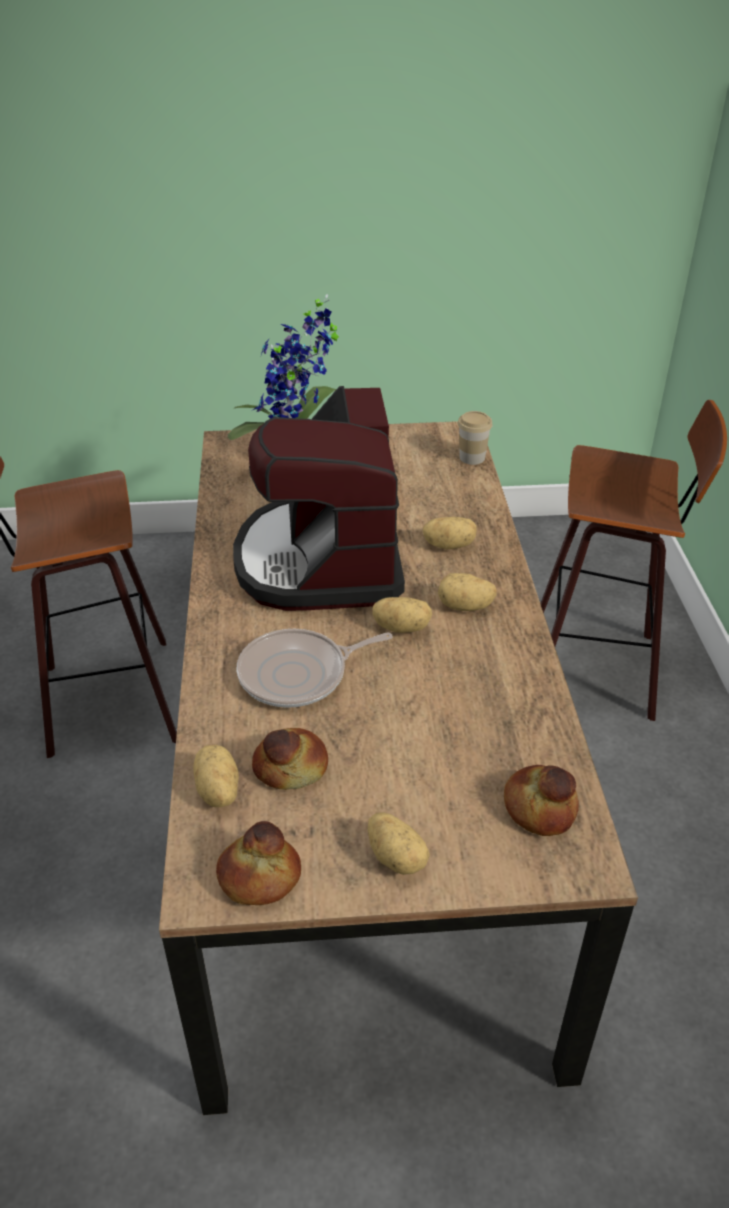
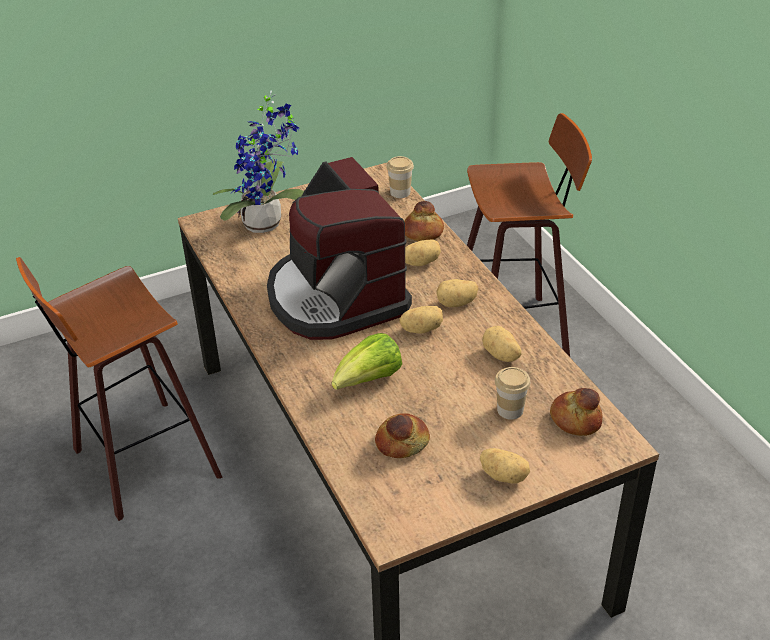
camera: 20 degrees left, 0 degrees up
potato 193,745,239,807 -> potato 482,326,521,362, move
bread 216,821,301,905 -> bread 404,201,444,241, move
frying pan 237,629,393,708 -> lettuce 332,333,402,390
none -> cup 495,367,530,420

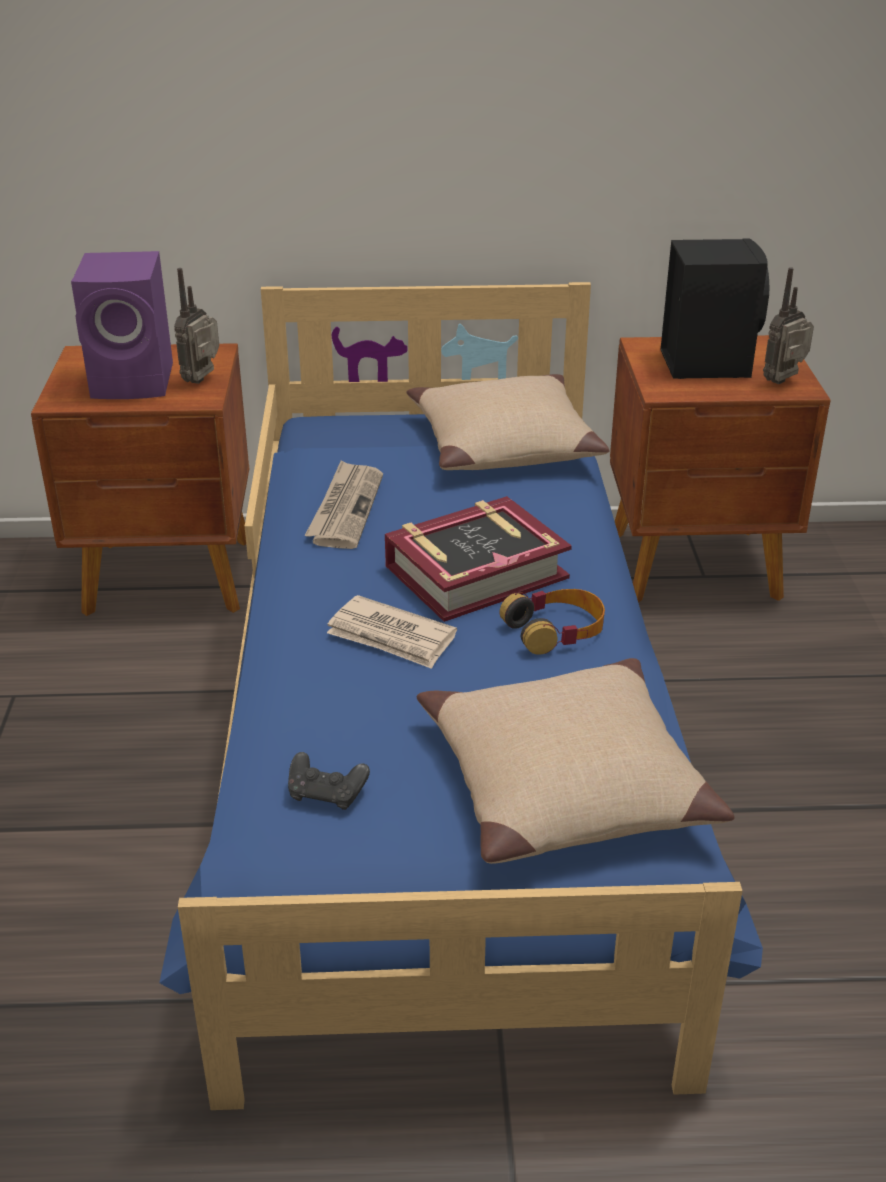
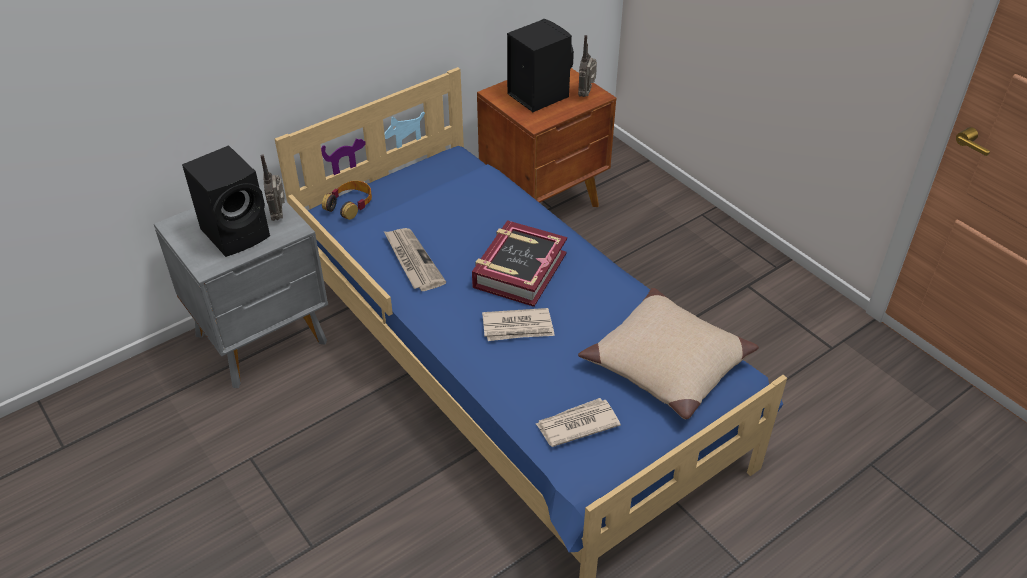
camera: 35 degrees left, 10 degrees up
brown nightstand 31,343,249,616 -> grey nightstand 154,179,328,388
purple speaker 71,251,173,399 -> black speaker 182,145,270,257
black game controller 288,752,370,810 -> newspaper 536,398,621,447
beige pillow 407,374,609,470 -> none
headphones 499,589,605,655 -> headphones 322,181,372,220, move

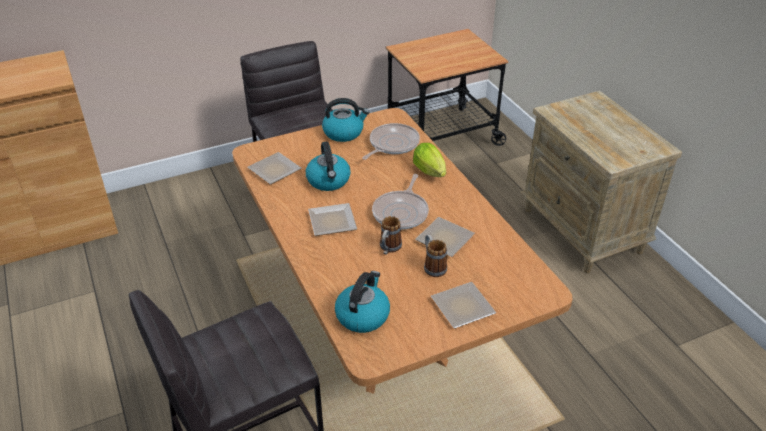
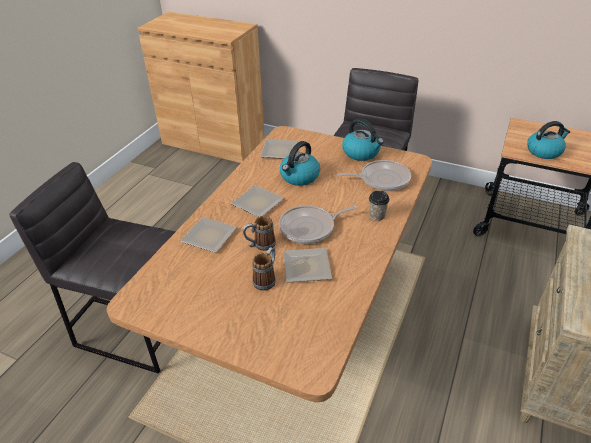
camera: 50 degrees right, 0 degrees up
kettle 335,271,390,333 -> kettle 527,121,570,159, move
lettuce 413,143,446,177 -> cup 369,191,389,221
plate 431,282,496,328 -> plate 180,217,237,253, move

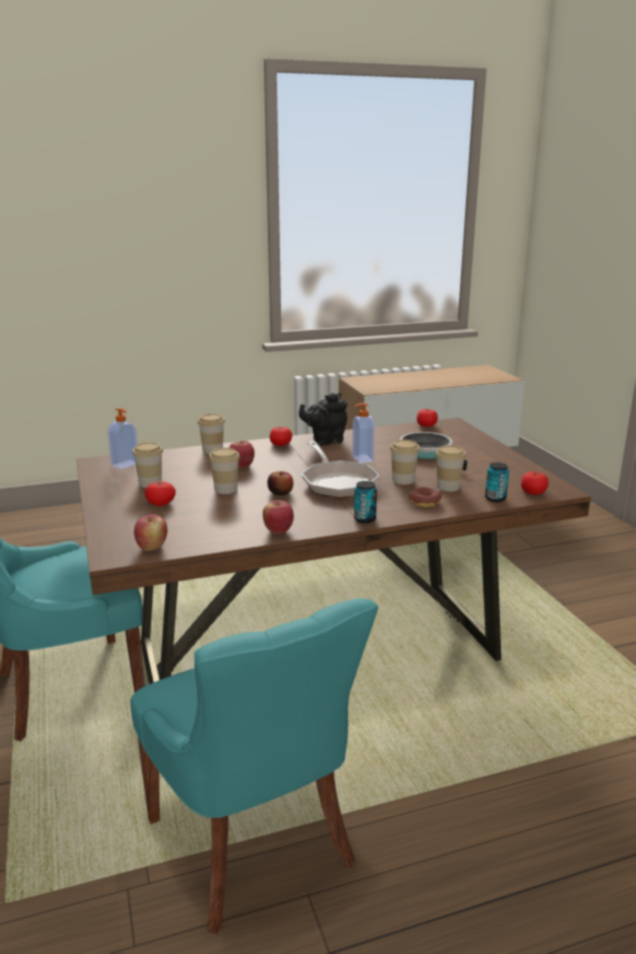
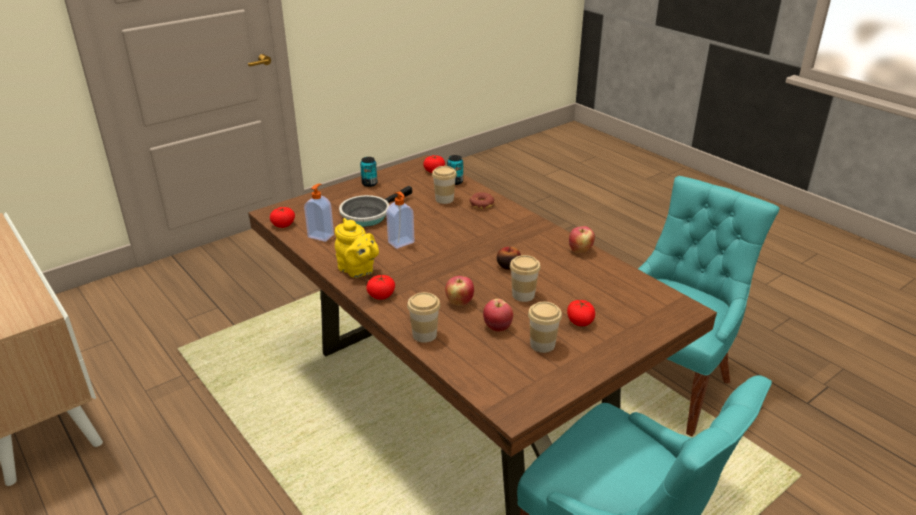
camera: 110 degrees left, 10 degrees up
soap dispenser 108,408,138,469 -> soap dispenser 304,184,334,242, move
apple 134,515,167,551 -> apple 483,299,513,332, move
black teapot 299,393,347,445 -> yellow teapot 335,218,379,278
frying pan 301,441,379,498 -> none
can 354,481,377,523 -> can 360,157,377,187, move
cup 390,440,420,485 -> none

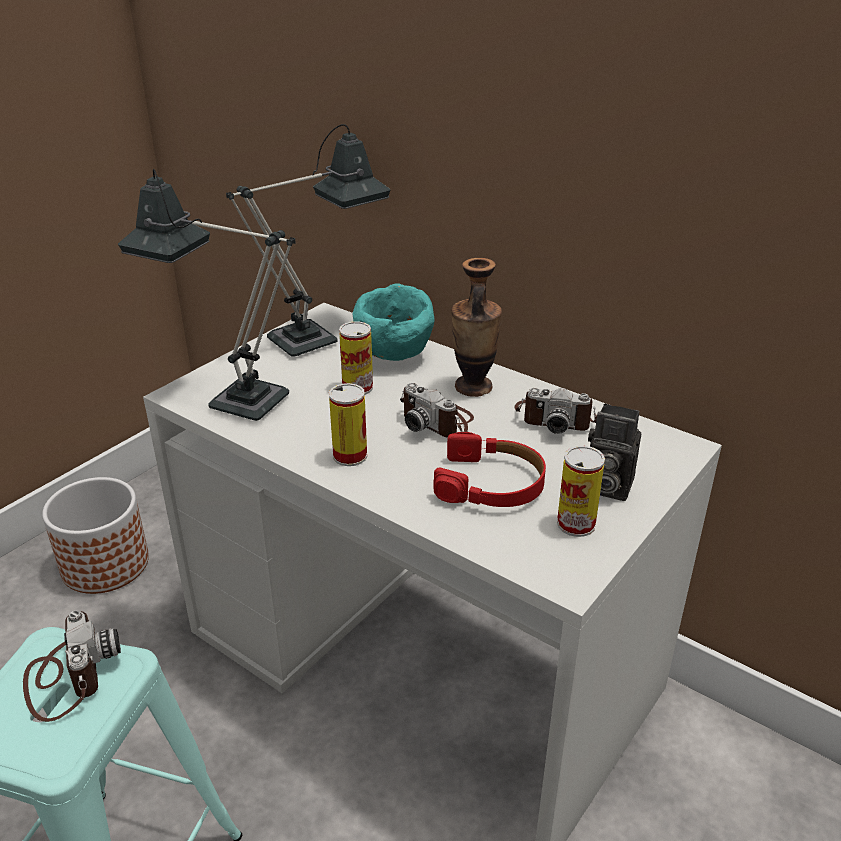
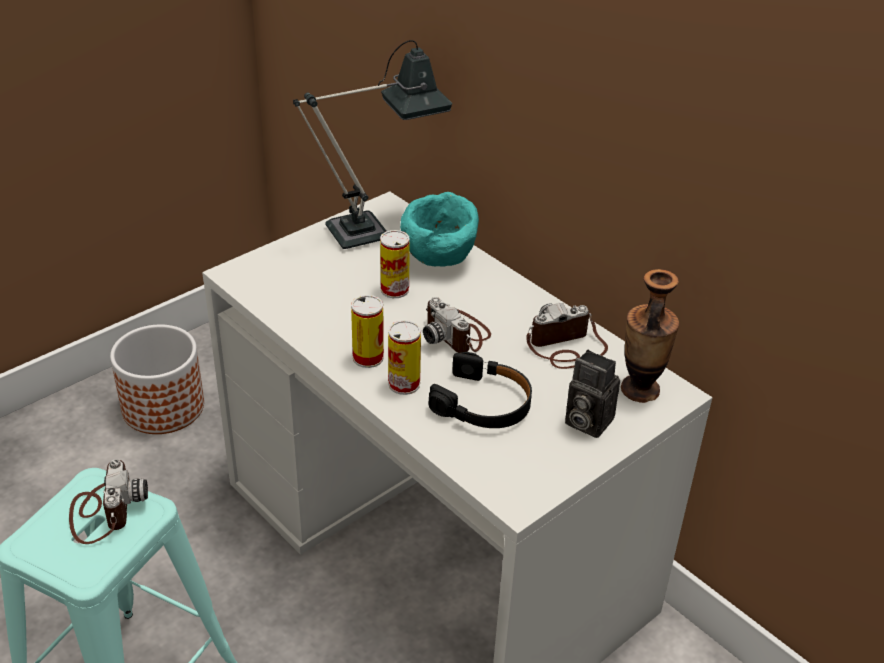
camera: 10 degrees right, 5 degrees up
table lamp 118,169,296,421 -> none
red headphones 433,432,546,507 -> black headphones 429,352,532,428
vase 451,258,502,397 -> vase 621,269,679,403, move
photo camera 515,388,597,434 -> photo camera 526,303,608,369, 135 degrees clockwise
can 557,446,605,537 -> can 388,320,421,395, move

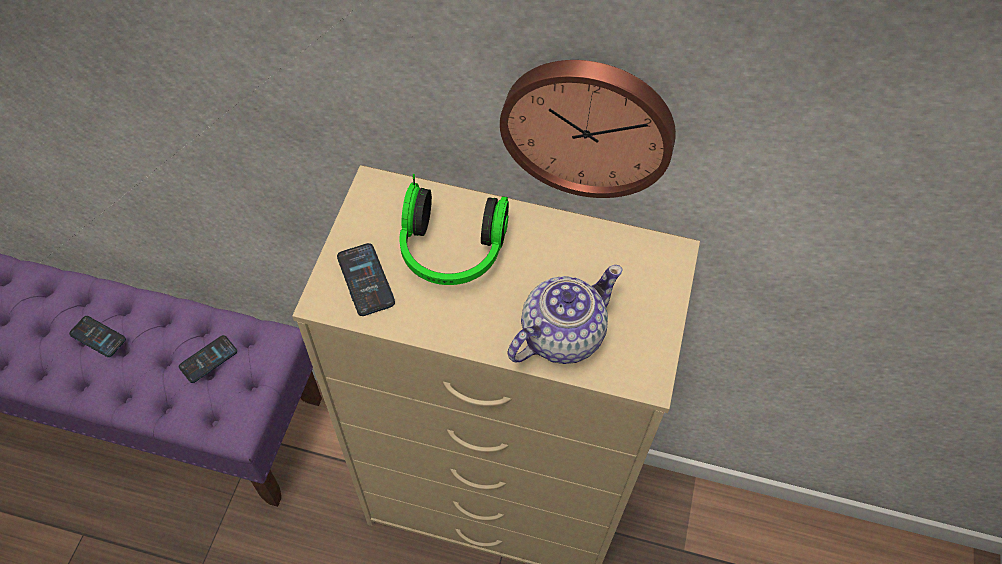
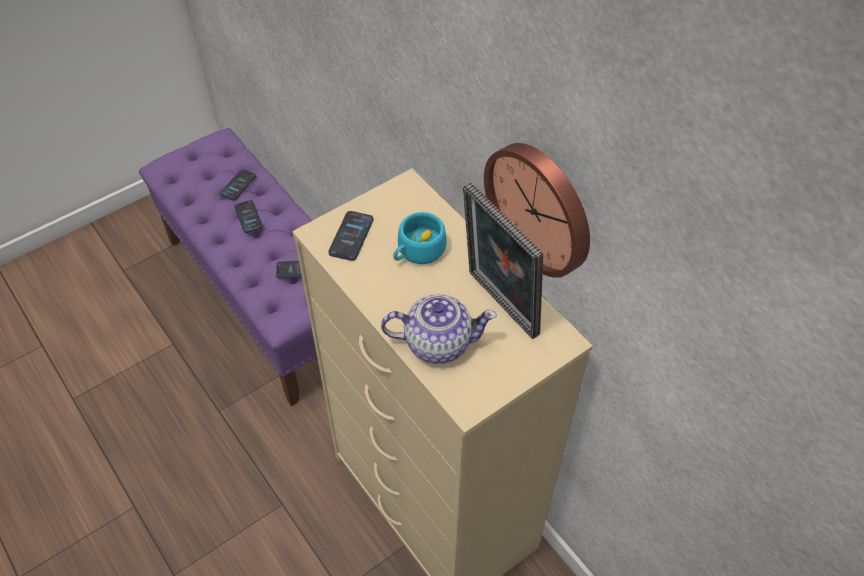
camera: 40 degrees right, 5 degrees down
headphones 400,174,509,285 -> turquoise cup 393,212,447,264
none -> phone 220,169,256,200
none -> picture frame 463,182,543,339

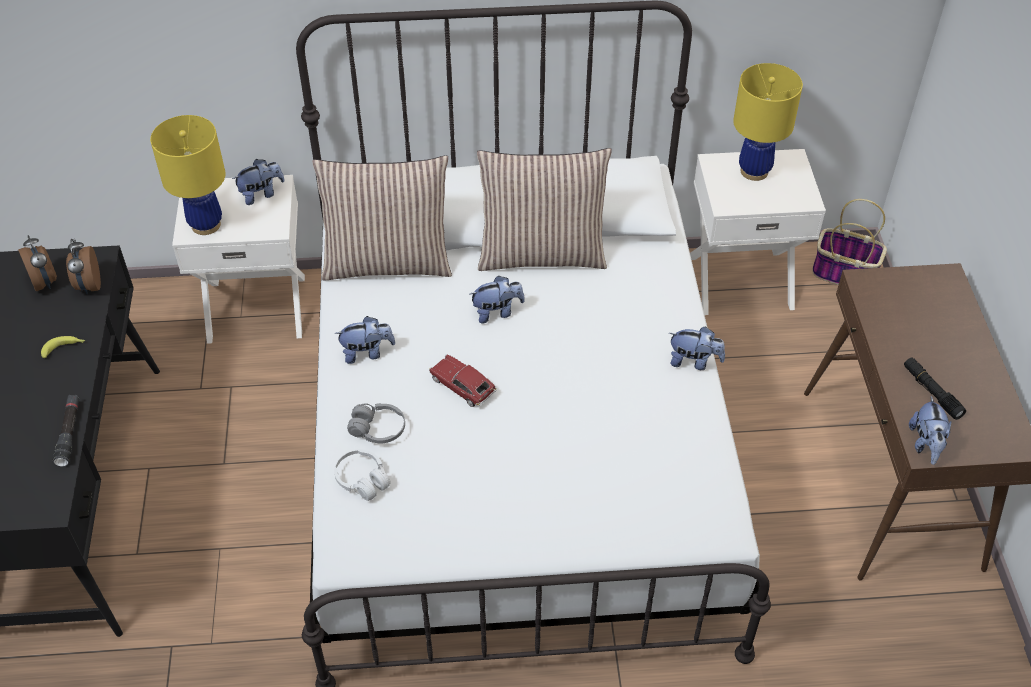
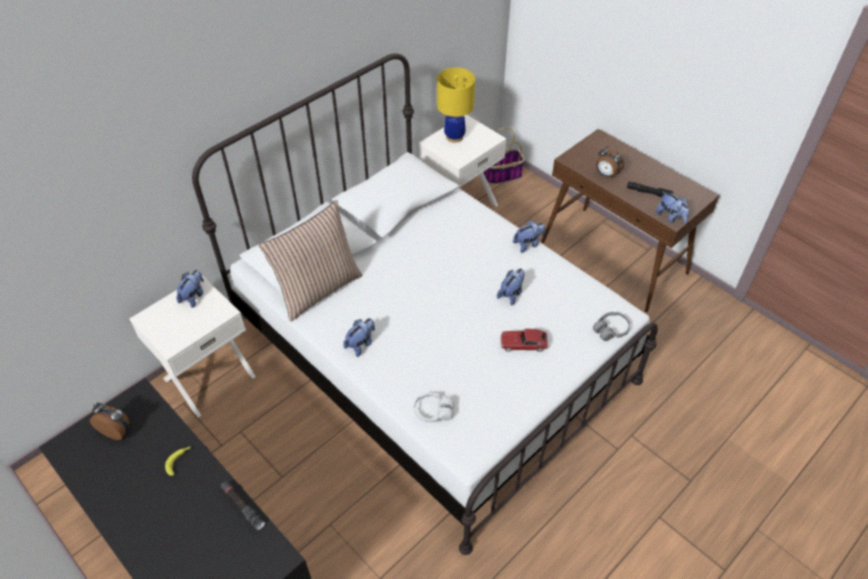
camera: 40 degrees left, 0 degrees up
alarm clock 66,239,101,294 -> alarm clock 596,146,624,179, move
yellow table lamp 150,115,226,235 -> none
grey headphones 347,403,405,443 -> grey headphones 593,312,630,341, move
toy car 429,354,497,407 -> toy car 500,329,548,352, move
plush toy 470,276,525,323 -> plush toy 497,268,525,306, move
pillow 477,148,612,271 -> none

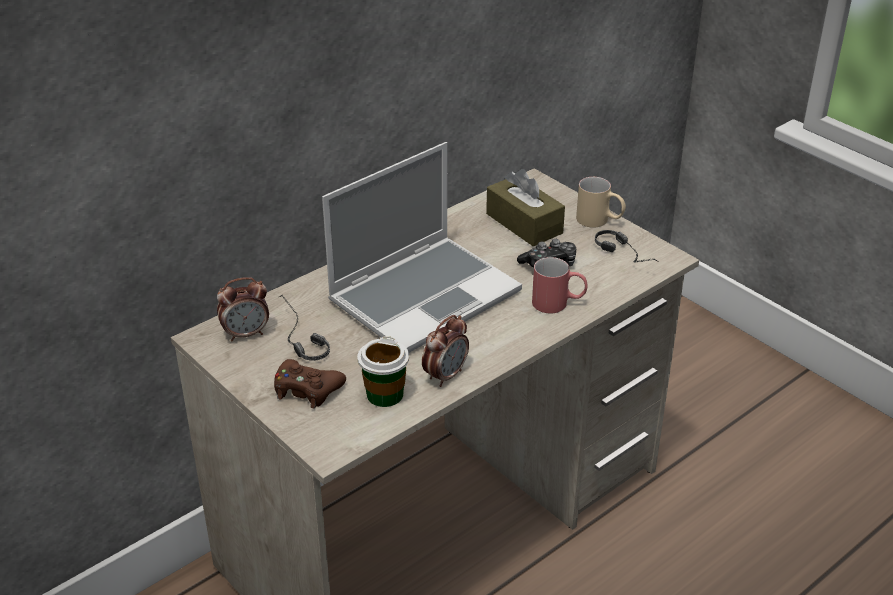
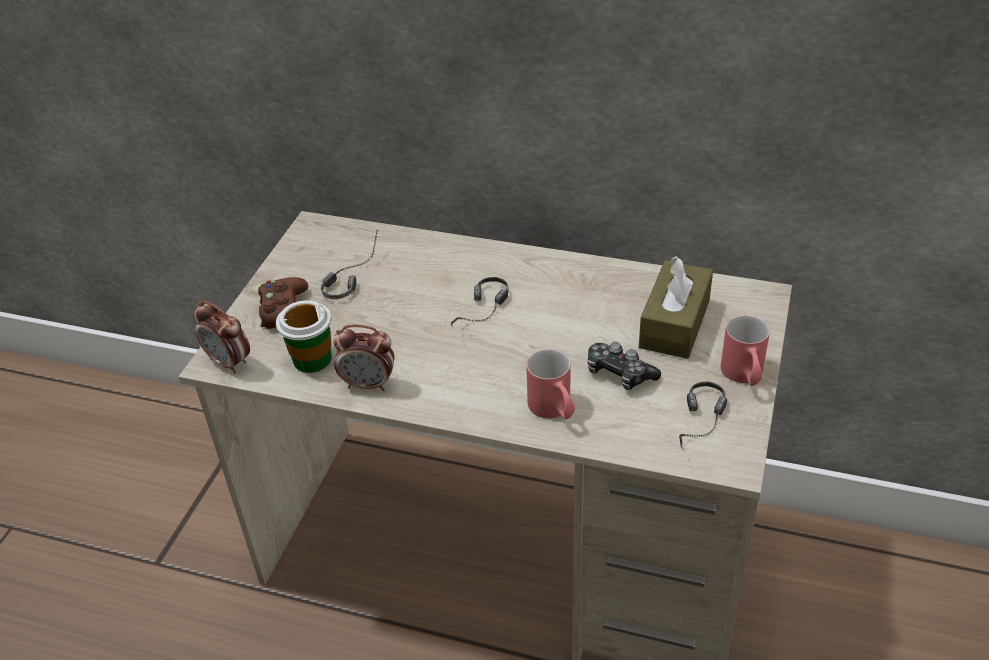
camera: 60 degrees right, 5 degrees up
alarm clock 217,277,269,341 -> alarm clock 194,301,250,374, move
laptop 322,142,522,353 -> headphones 451,277,509,329
beige mug 576,177,626,227 -> red mug 721,315,770,386

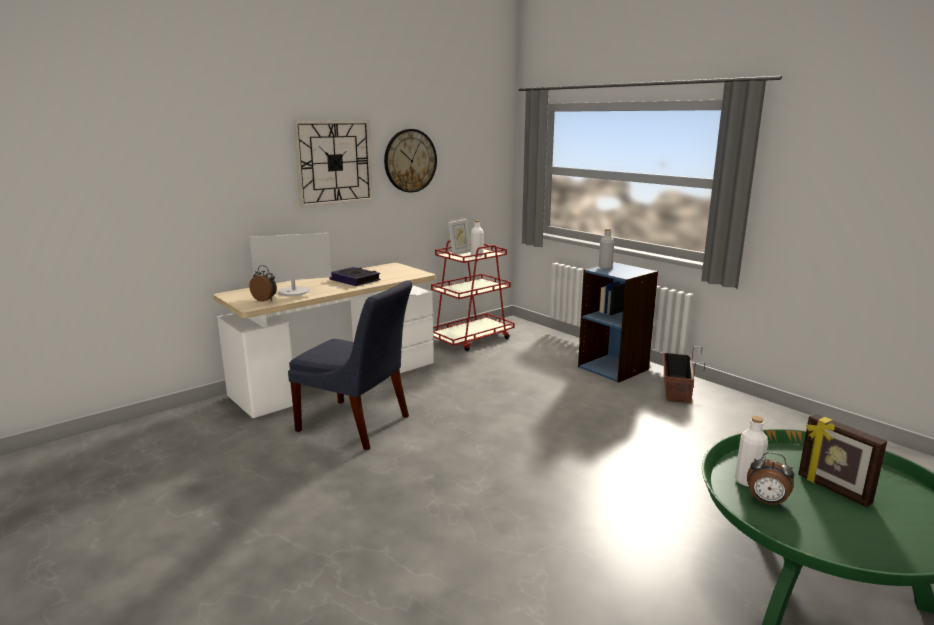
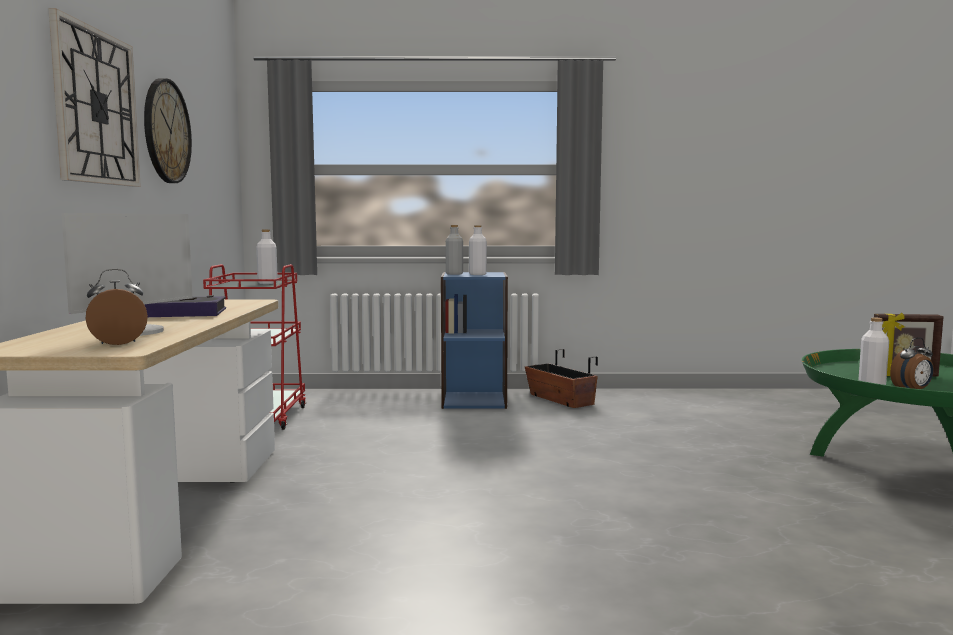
camera: 50 degrees left, 10 degrees down
blue chair 288,280,412,450 -> none
picture frame 448,217,471,256 -> none
none -> white bottle 469,225,487,275

